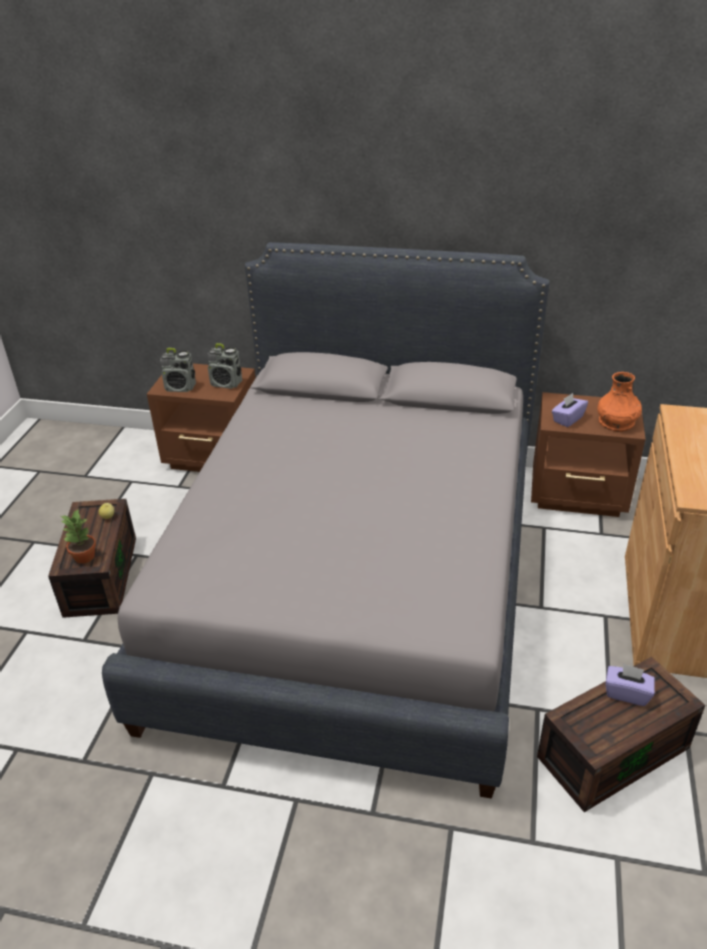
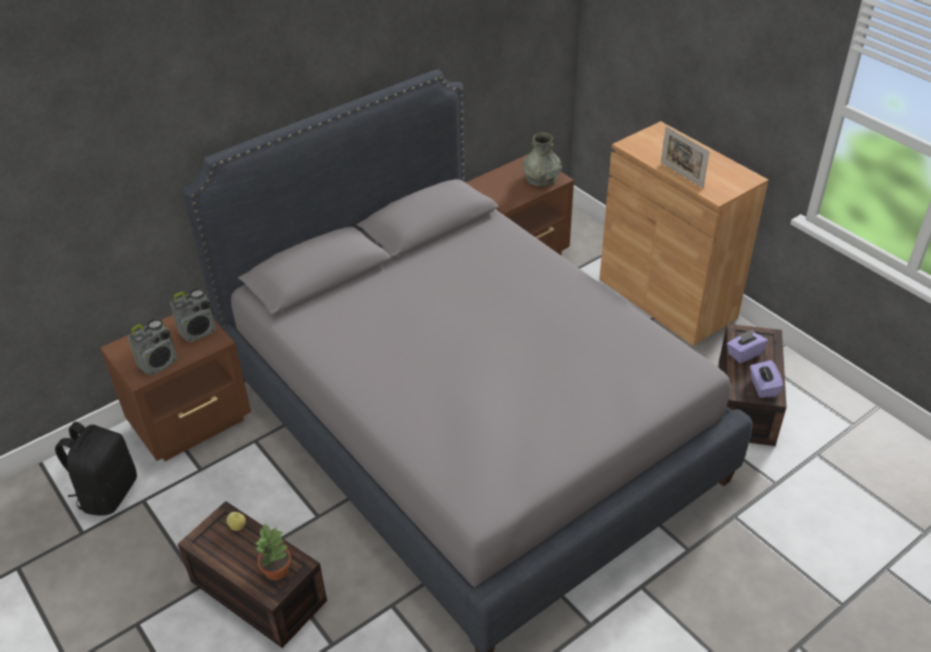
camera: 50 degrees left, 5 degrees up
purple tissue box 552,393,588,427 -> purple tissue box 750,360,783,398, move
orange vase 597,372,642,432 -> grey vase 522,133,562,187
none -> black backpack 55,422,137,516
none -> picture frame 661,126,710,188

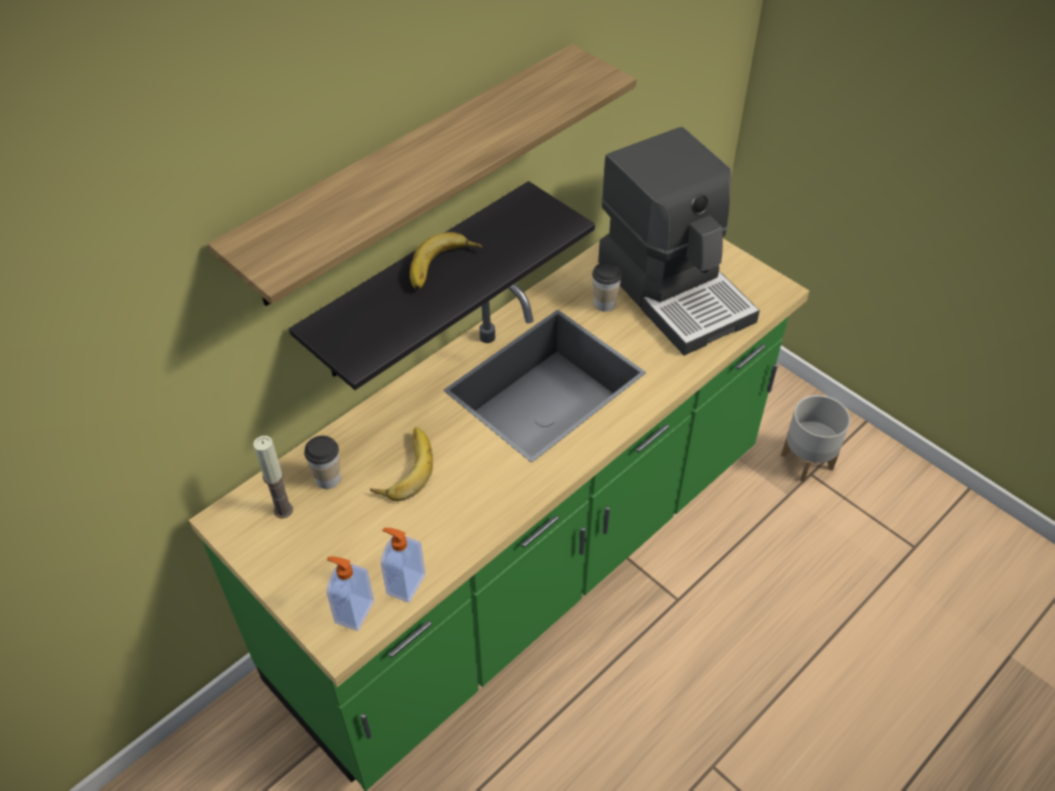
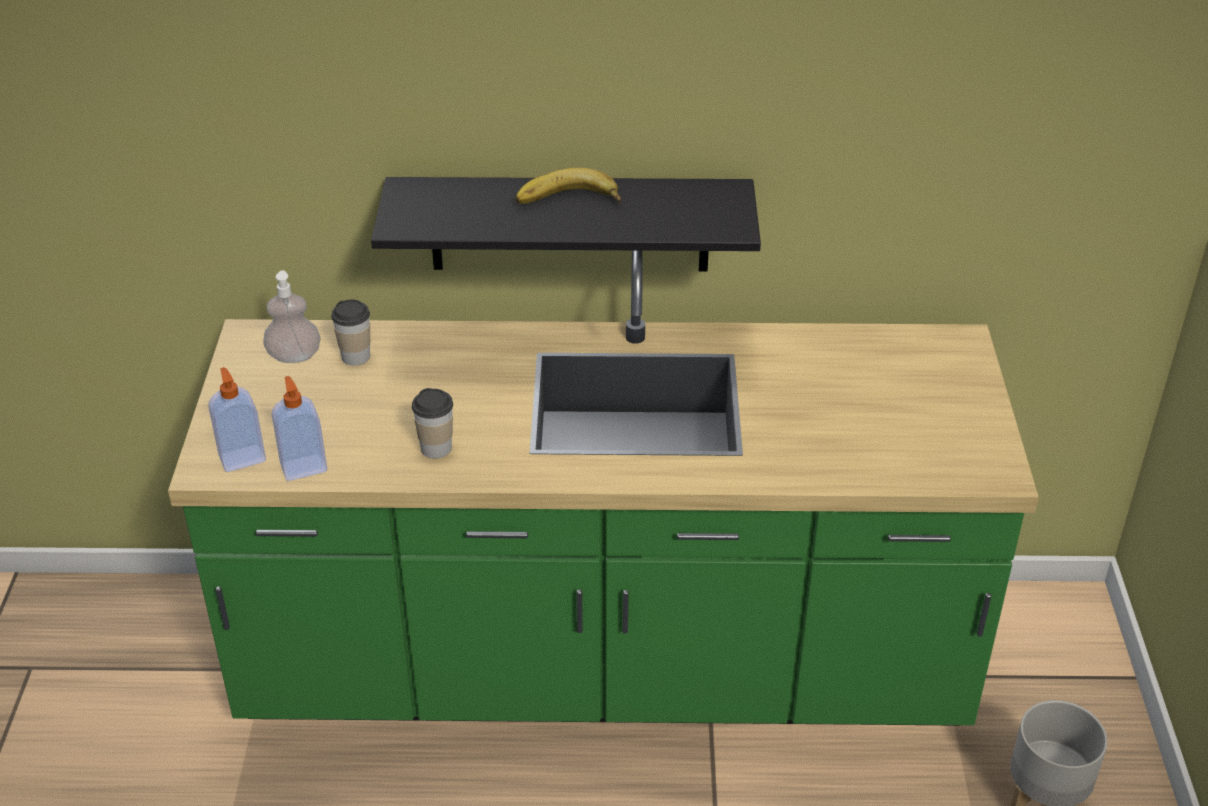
camera: 45 degrees right, 10 degrees down
shelf 208,44,637,306 -> none
candle 253,436,293,518 -> soap dispenser 263,270,321,363
banana 370,427,433,501 -> none
cup 592,262,622,312 -> cup 412,388,453,459, move
coffee machine 598,127,760,356 -> none

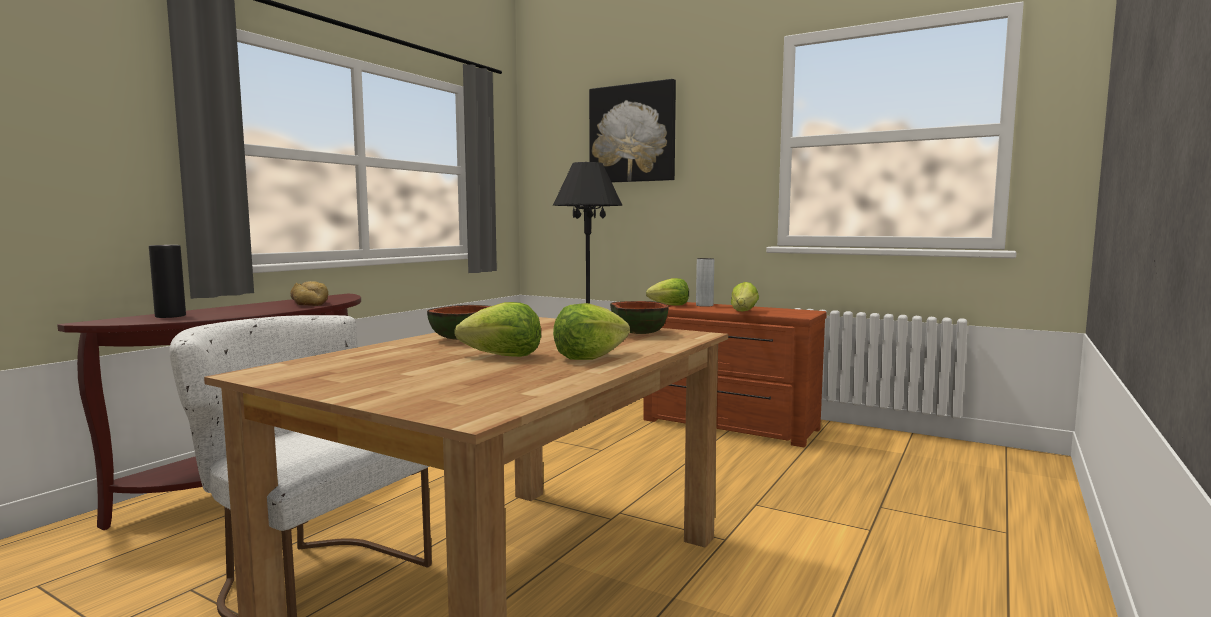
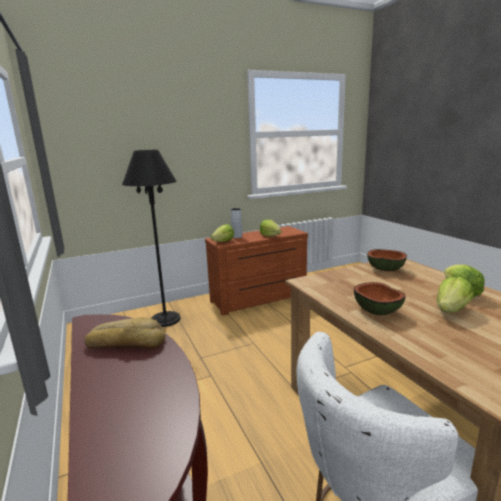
camera: 55 degrees left, 10 degrees up
black vase 149,245,186,318 -> none
picture 589,79,676,182 -> none

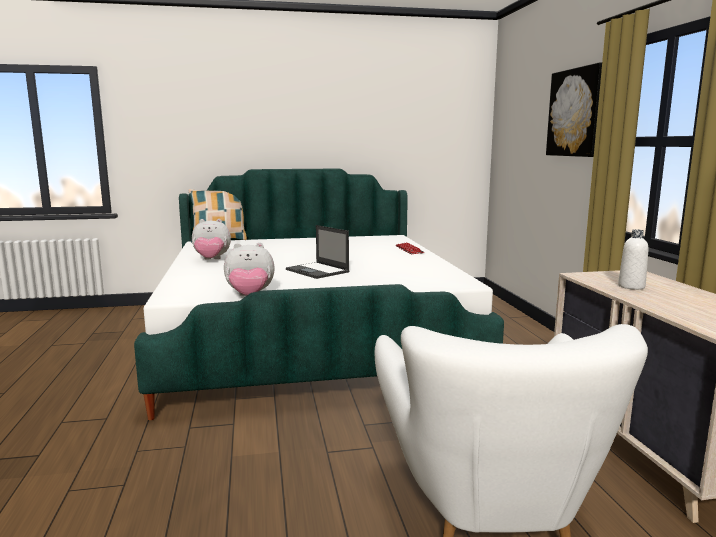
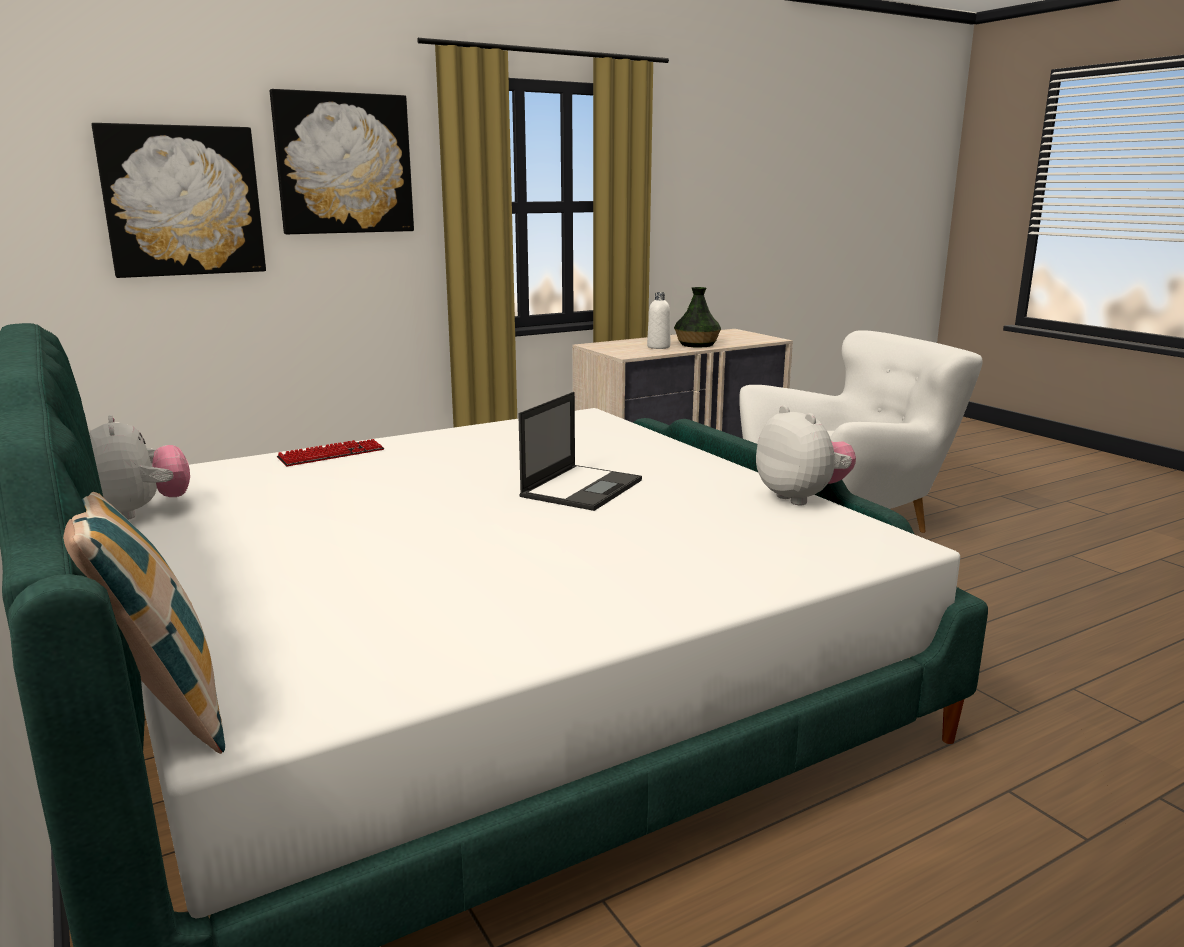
camera: 110 degrees left, 5 degrees up
plush toy 192,219,231,260 -> plush toy 89,415,190,520, move
none -> picture 92,123,266,278
none -> vase 674,287,721,348

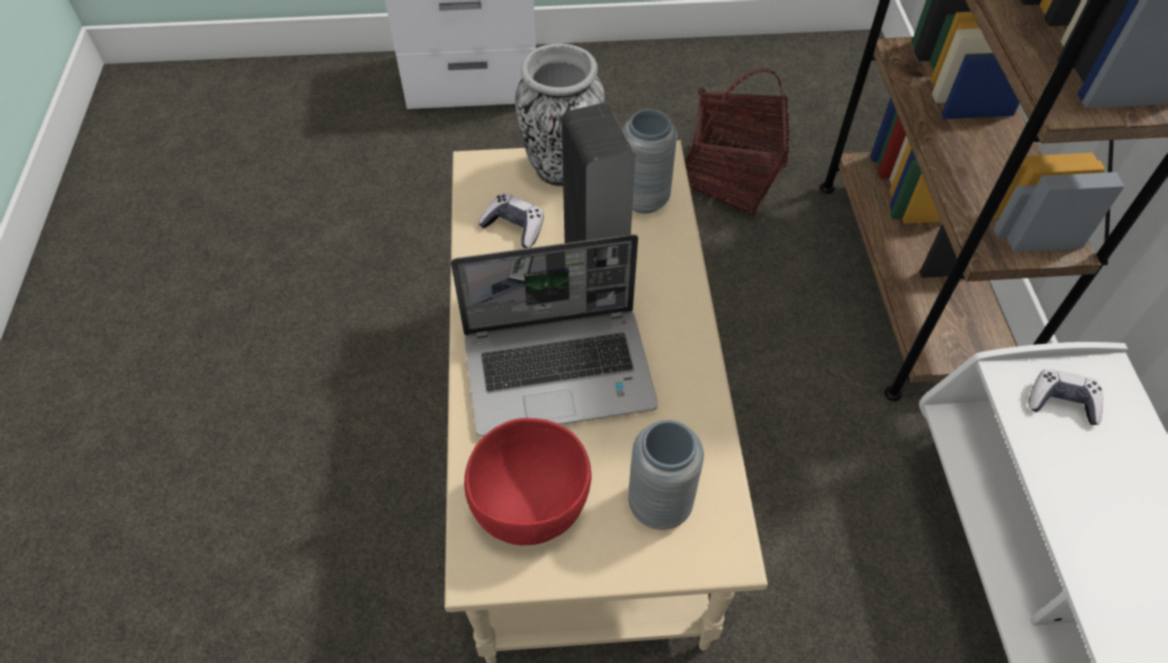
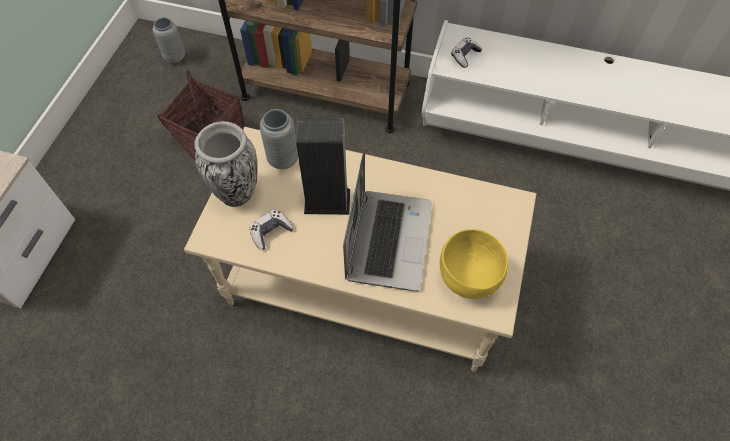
camera: 70 degrees left, 5 degrees up
red bowl 464,418,591,546 -> yellow bowl 440,229,508,299
grey vase 628,420,704,530 -> grey vase 153,17,185,64, move

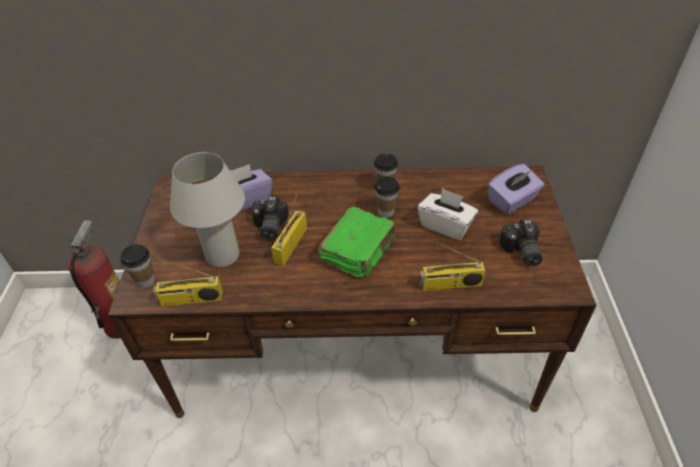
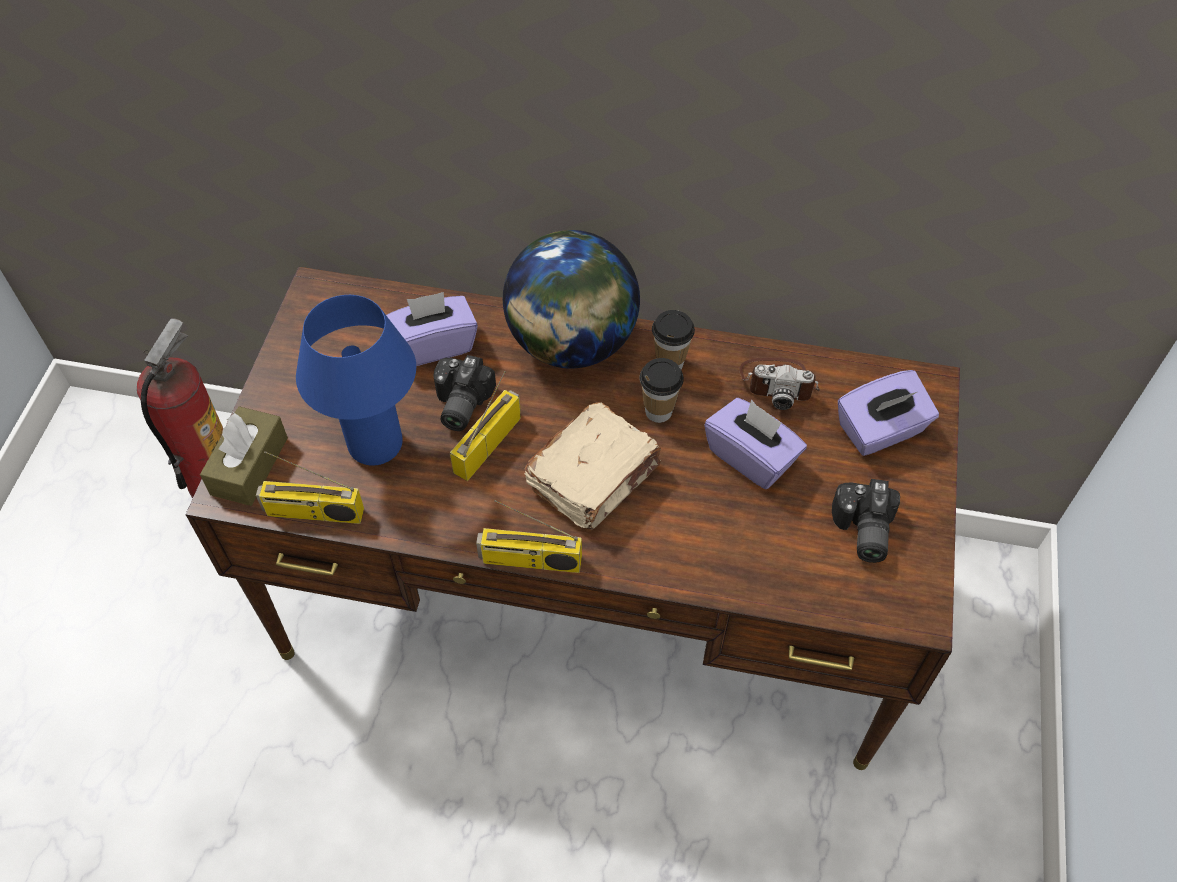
camera: 10 degrees right, 10 degrees up
cup 120,244,155,288 -> brown tissue box 200,406,288,506
white table lamp 170,152,245,268 -> blue table lamp 296,295,416,466
green book 319,207,396,278 -> beige book 525,402,661,530
white tissue box 418,188,478,240 -> purple tissue box 704,398,807,489
radio 419,242,486,291 -> radio 476,500,582,573, move
none -> globe 503,230,640,369
none -> photo camera 739,357,820,410

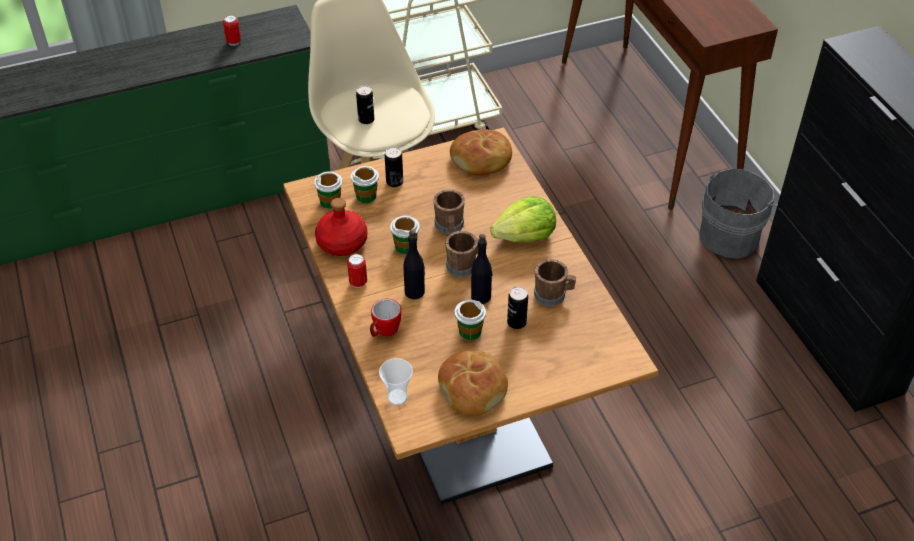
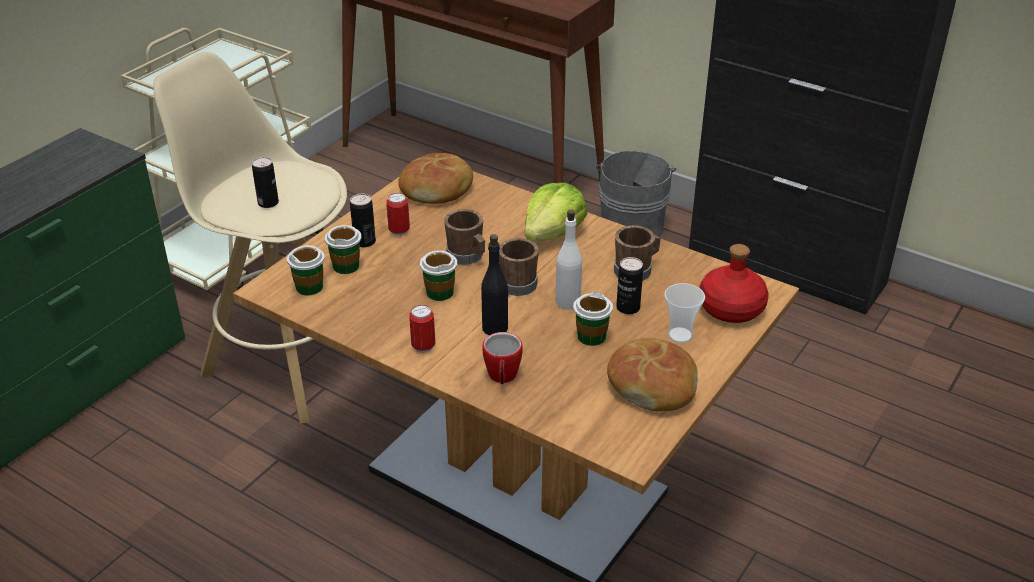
camera: 35 degrees left, 10 degrees down
can 223,15,241,46 -> can 386,193,410,236, move
red bottle 315,198,367,256 -> red bottle 699,244,769,323, move
cup 379,358,413,405 -> cup 664,283,705,343, move
black bottle 471,234,492,304 -> white bottle 555,209,582,310

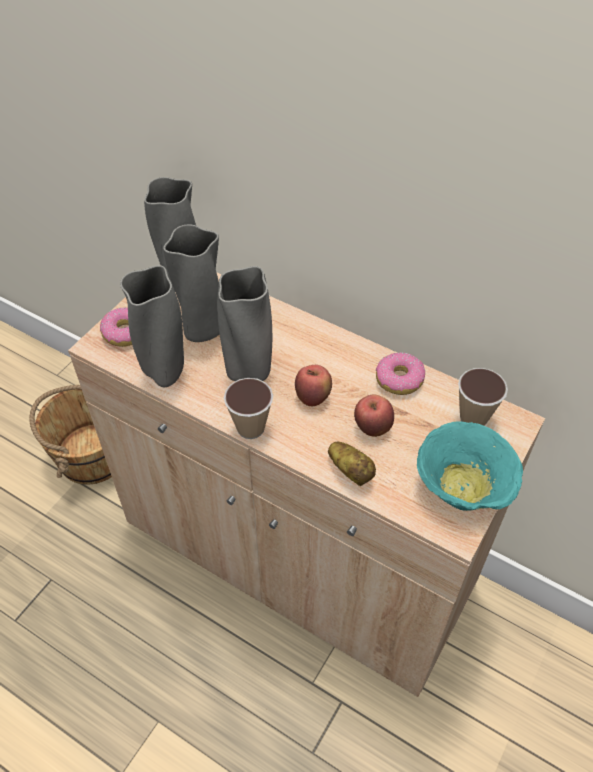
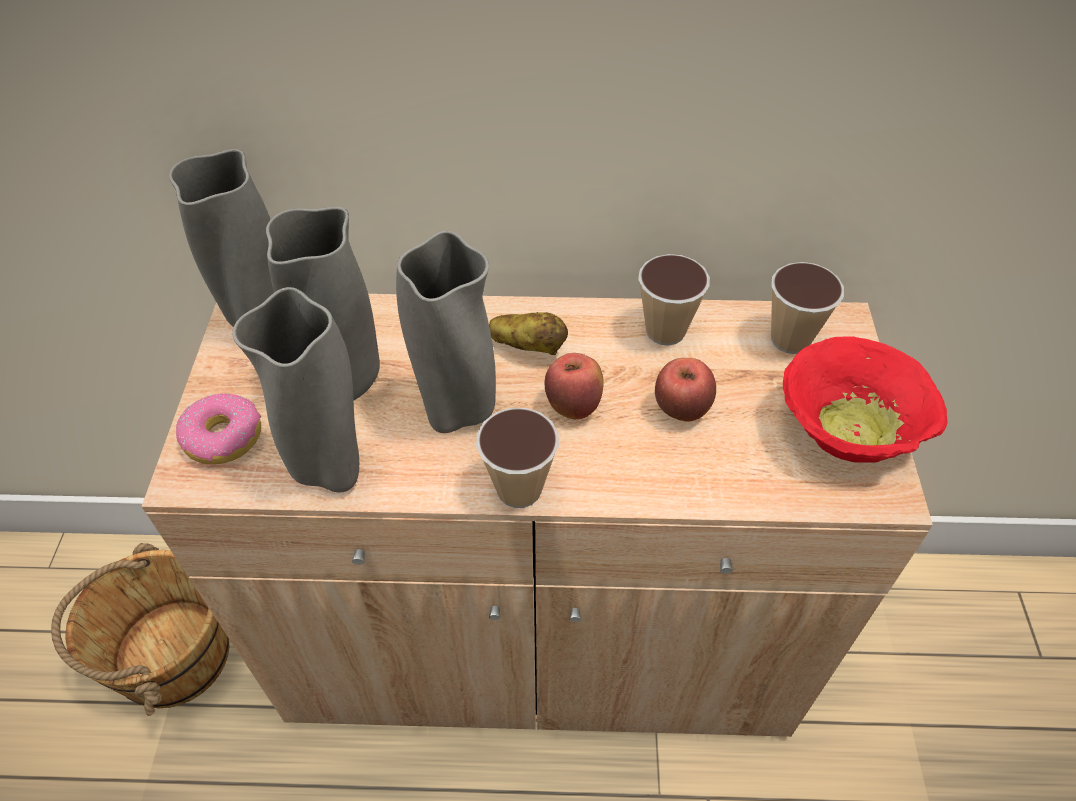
camera: 30 degrees left, 0 degrees up
potato 328,442,376,486 -> potato 489,312,568,355, move
donut 376,353,425,395 -> cup 638,254,710,346
turquoise bowl 417,422,523,511 -> red bowl 783,336,948,463

